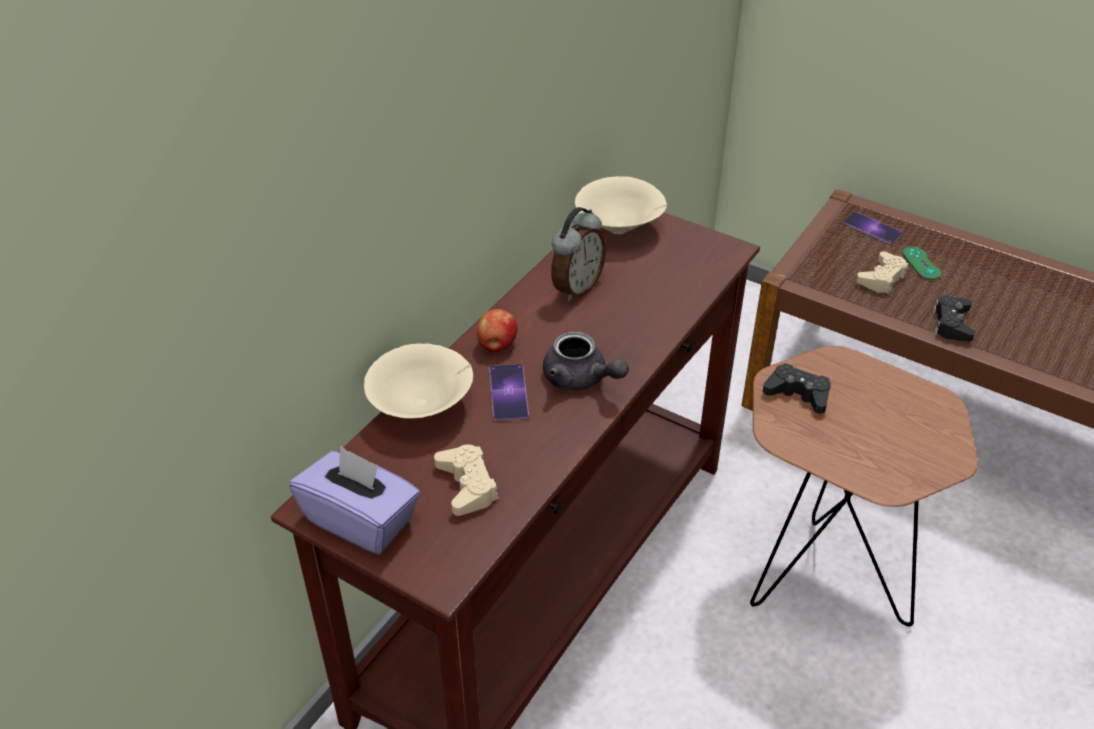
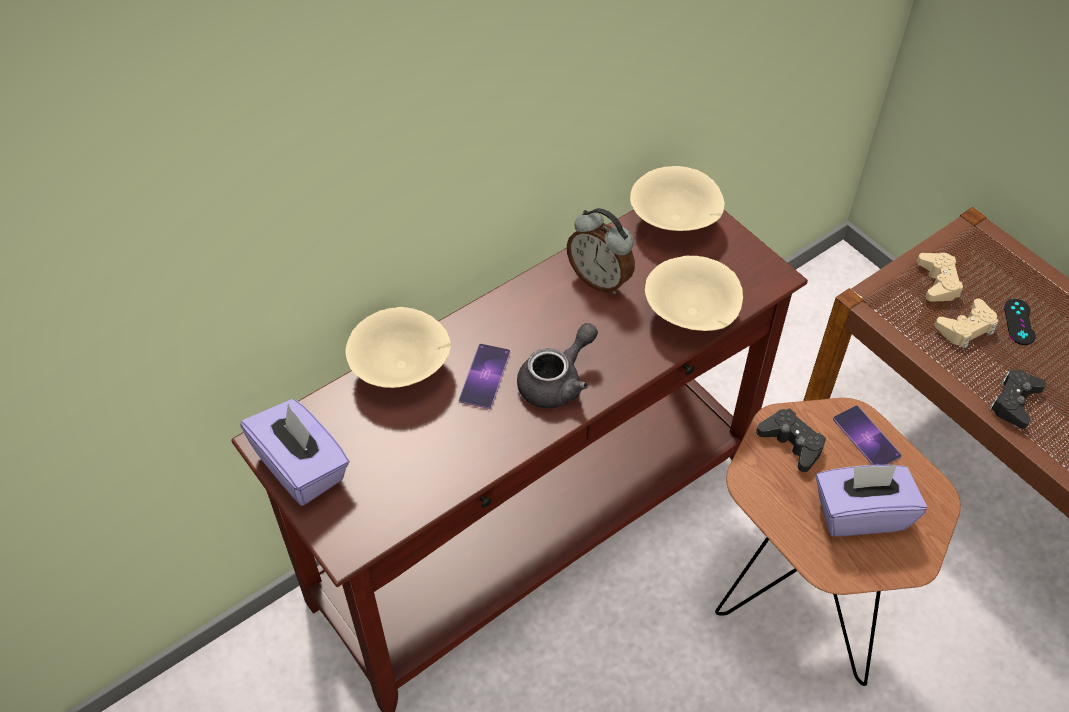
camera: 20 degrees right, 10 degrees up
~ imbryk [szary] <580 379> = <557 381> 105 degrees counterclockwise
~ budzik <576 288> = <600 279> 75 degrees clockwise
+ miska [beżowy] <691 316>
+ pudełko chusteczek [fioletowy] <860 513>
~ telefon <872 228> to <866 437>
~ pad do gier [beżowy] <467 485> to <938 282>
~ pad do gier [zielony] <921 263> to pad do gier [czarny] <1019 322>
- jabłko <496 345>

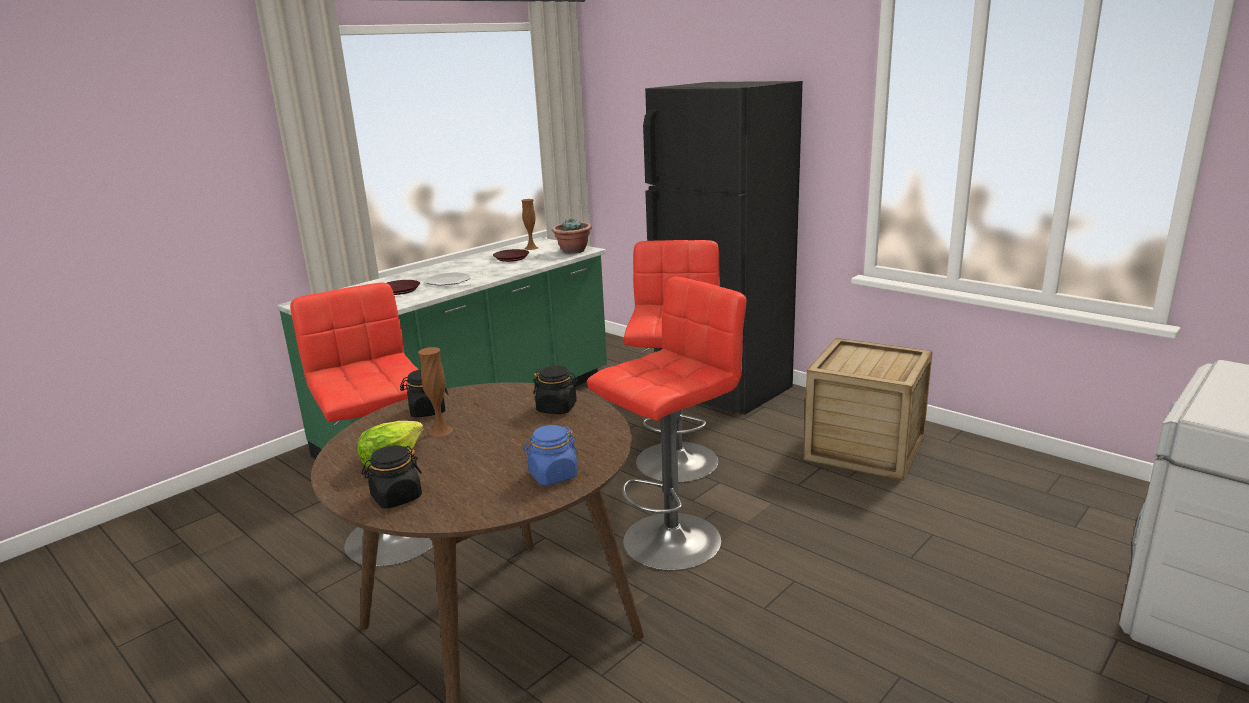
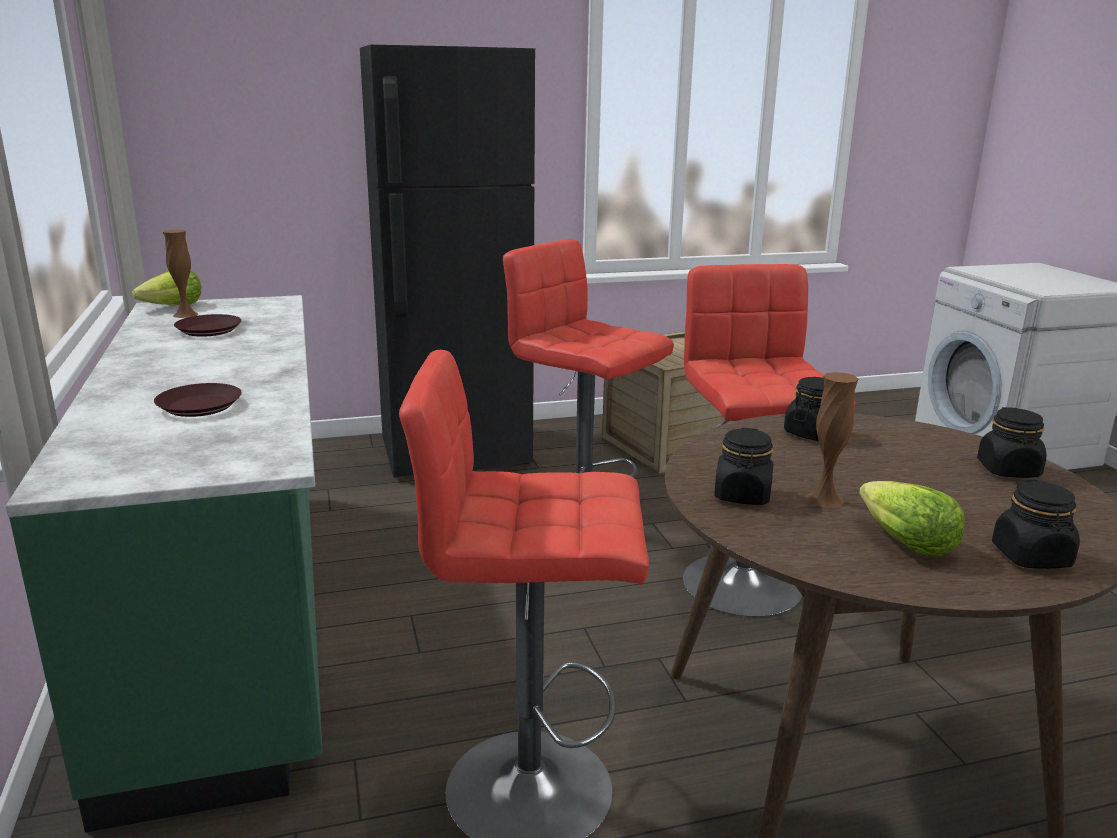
camera: 60 degrees left, 0 degrees up
+ sałata <173 307>
~ słoik [niebieski] <553 475> to słoik [czarny] <1008 470>
- talerz <448 280>
- roślina doniczkowa <573 251>

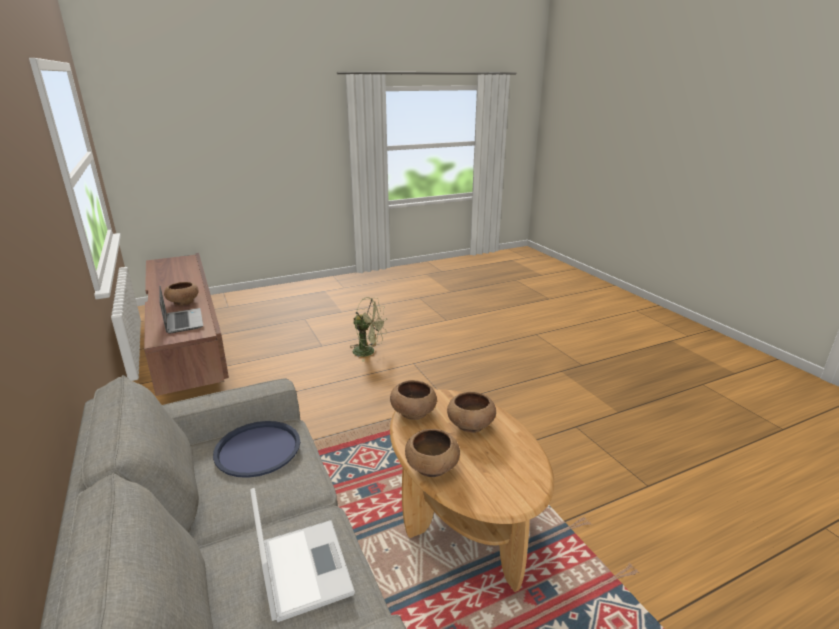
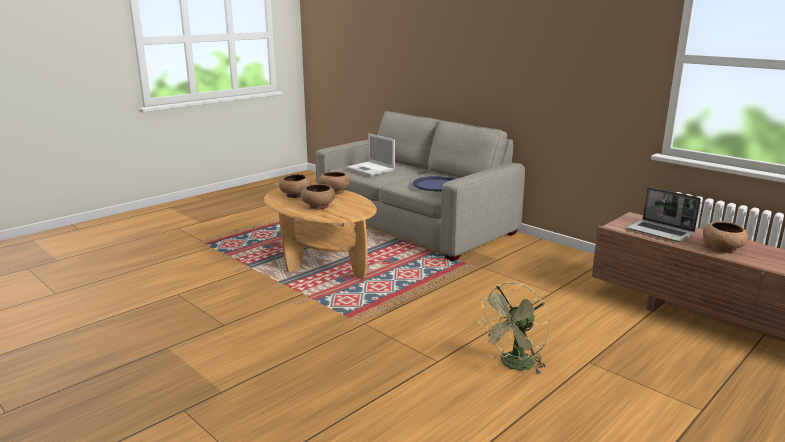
camera: 160 degrees right, 5 degrees down
~ miska [brązowy] <413 412> to <295 195>
~ wentylator [zielony] <368 352> = <514 365> 45 degrees counterclockwise

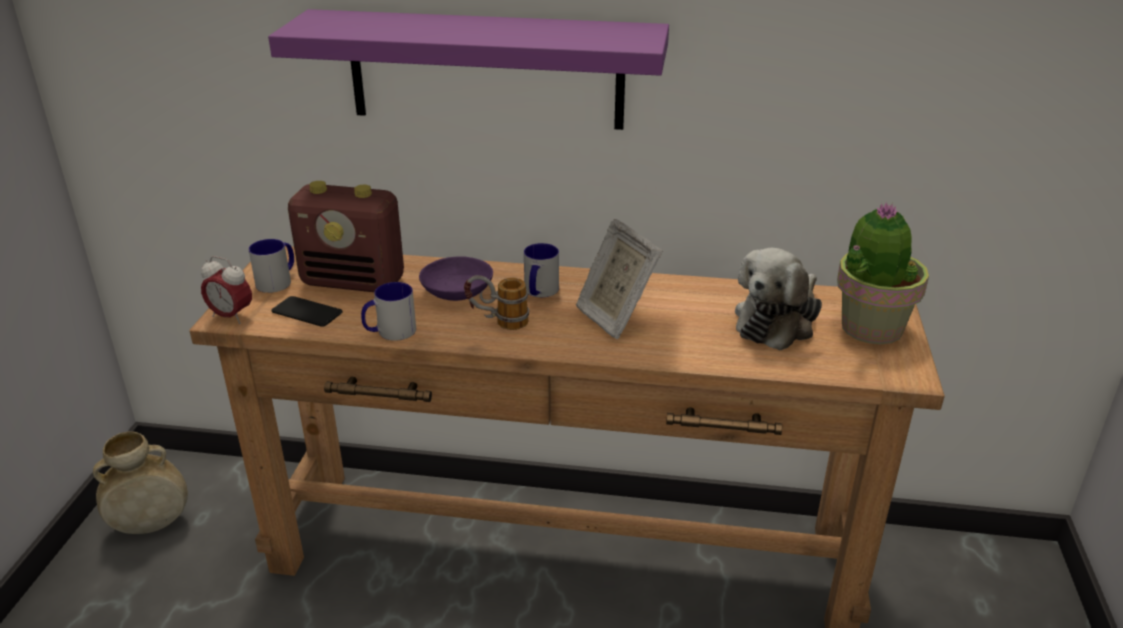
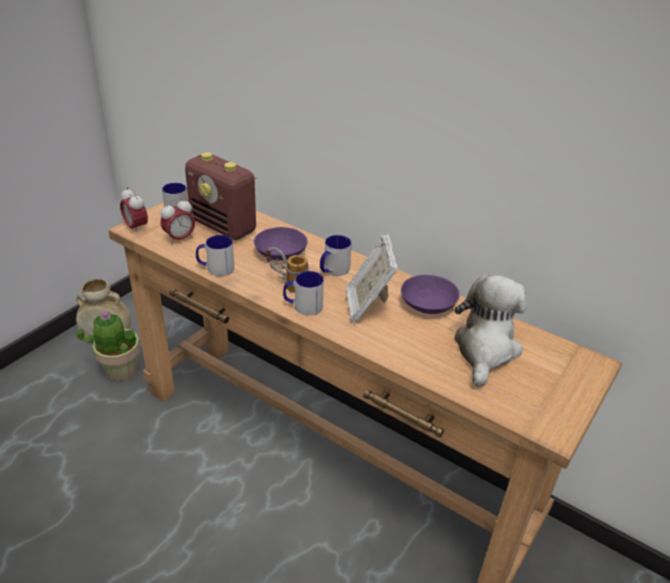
camera: 25 degrees right, 5 degrees up
~ roślina doniczkowa <870 328> to <120 369>
~ telefon <307 312> to budzik <179 239>
+ kubek <303 306>
+ miska [fioletowy] <428 303>
~ pluszak <777 321> = <485 349> 135 degrees clockwise
- półka [fioletowy] <486 70>

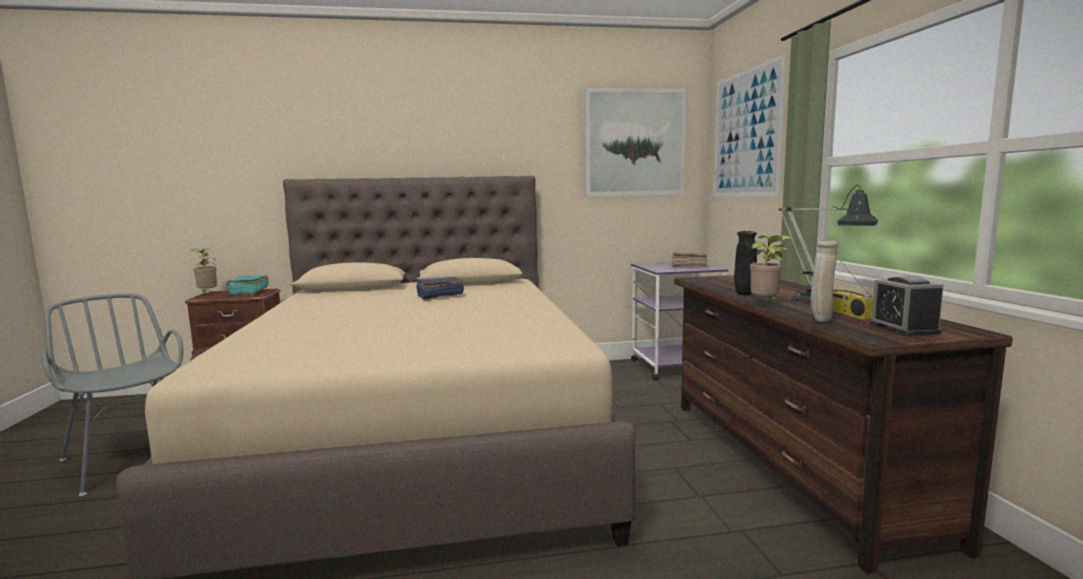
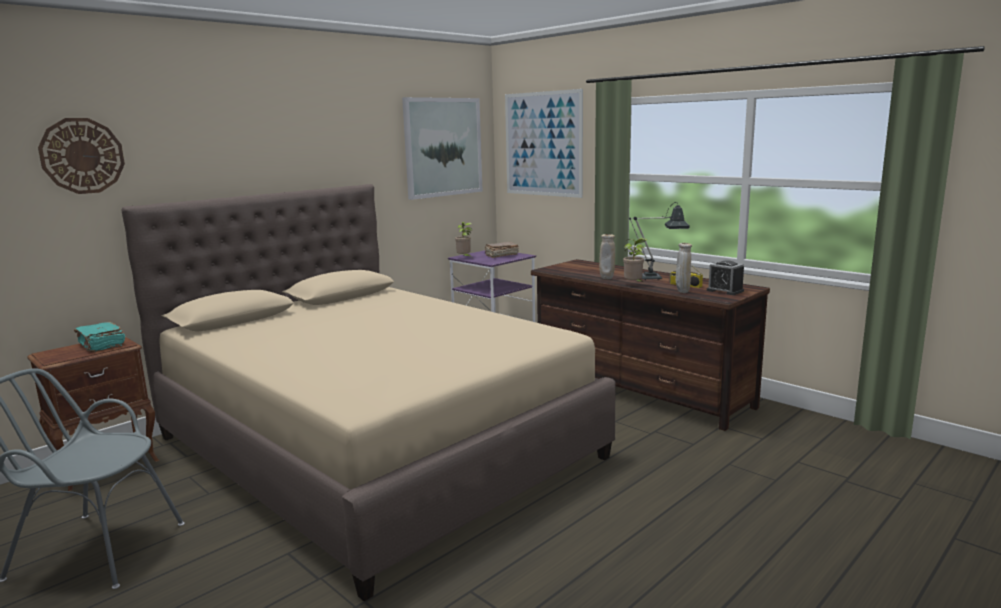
camera: 35 degrees left, 5 degrees up
+ zegar ścienny <82 156>
~ roślina doniczkowa <207 294> to <464 258>
~ wazon [czarny] <744 294> to wazon [beżowy] <607 279>
- książka [niebieski] <439 296>

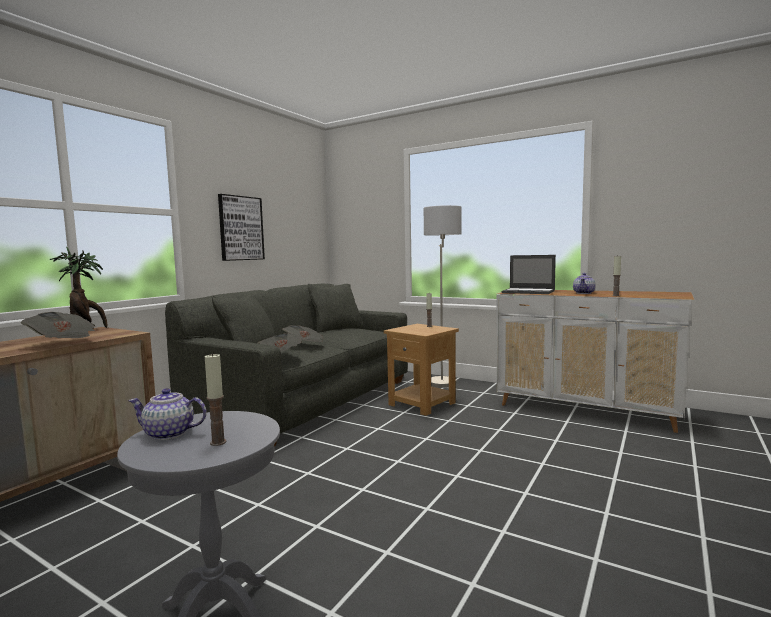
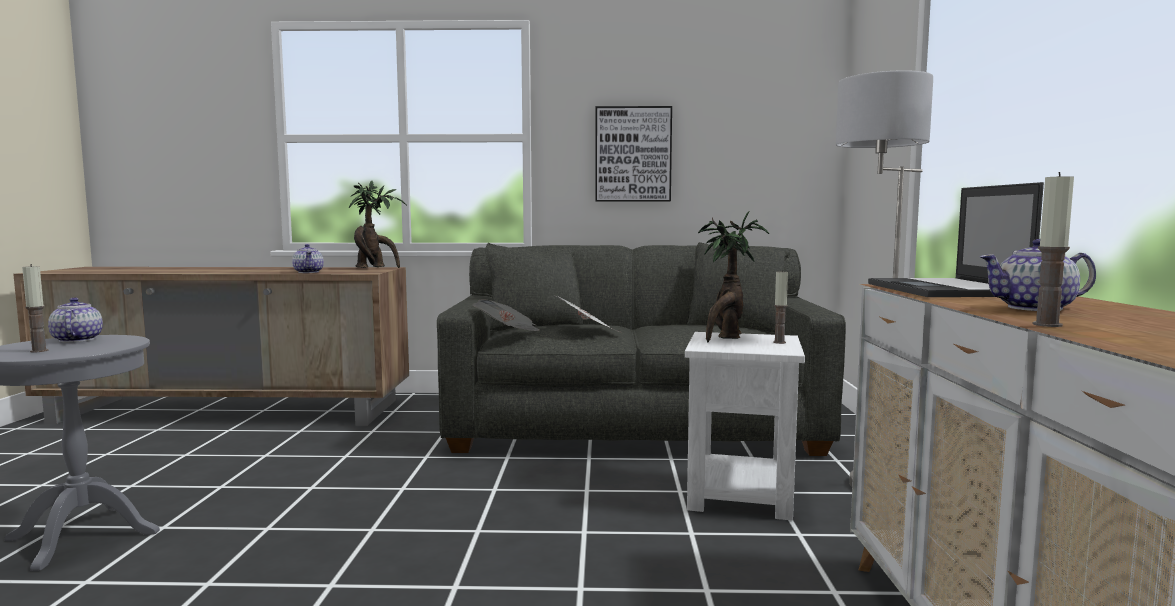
camera: 60 degrees right, 0 degrees up
~ gazeta <64 343> to imbryk <309 272>
~ stolik [brązowy] <422 404> to stolik [biały] <740 496>
+ roślina doniczkowa <726 338>

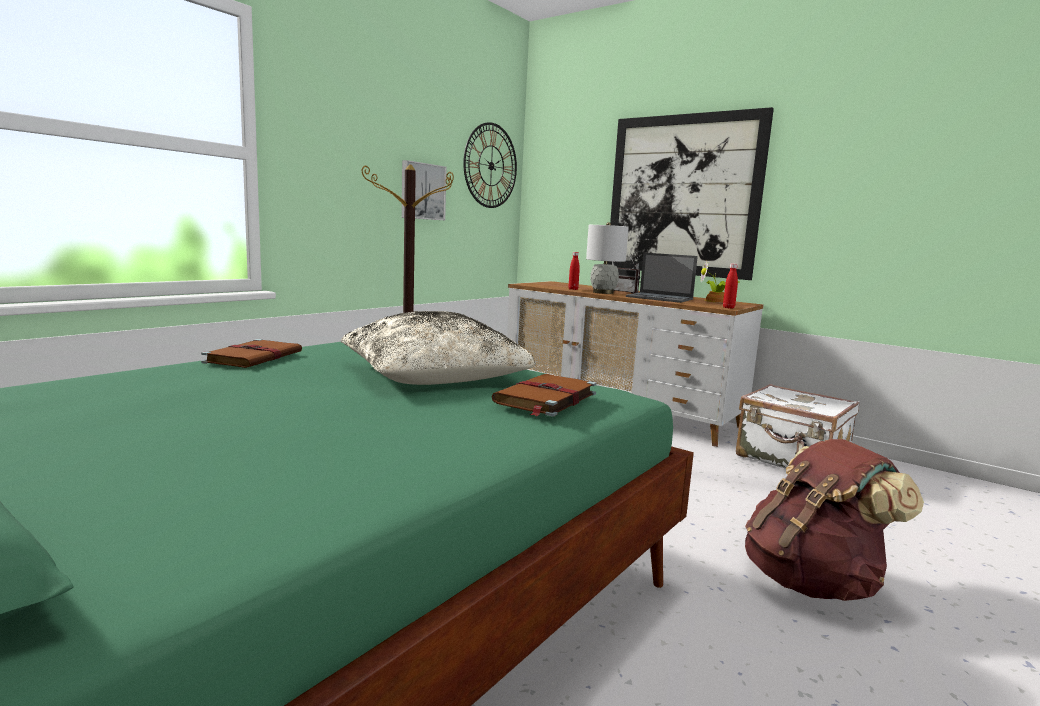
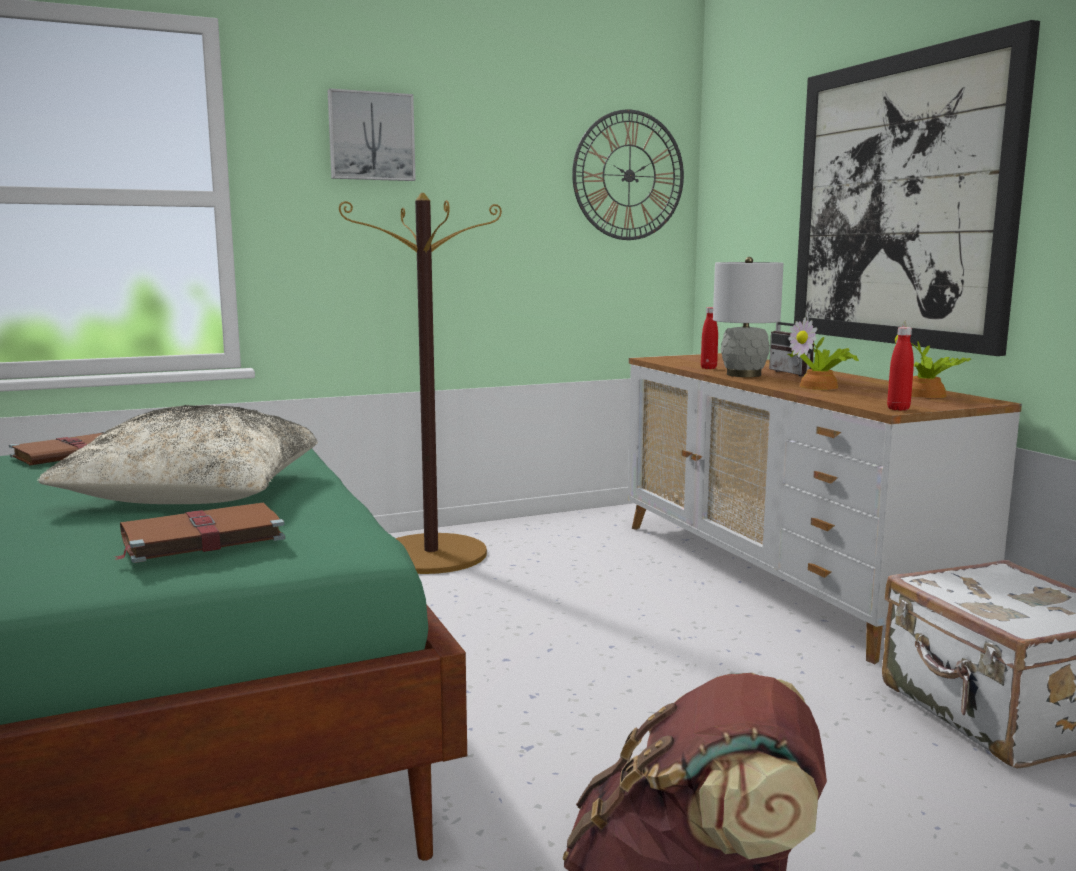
camera: 30 degrees right, 0 degrees up
~ obraz <422 191> to <371 136>
~ laptop <660 298> to roślina doniczkowa <821 387>

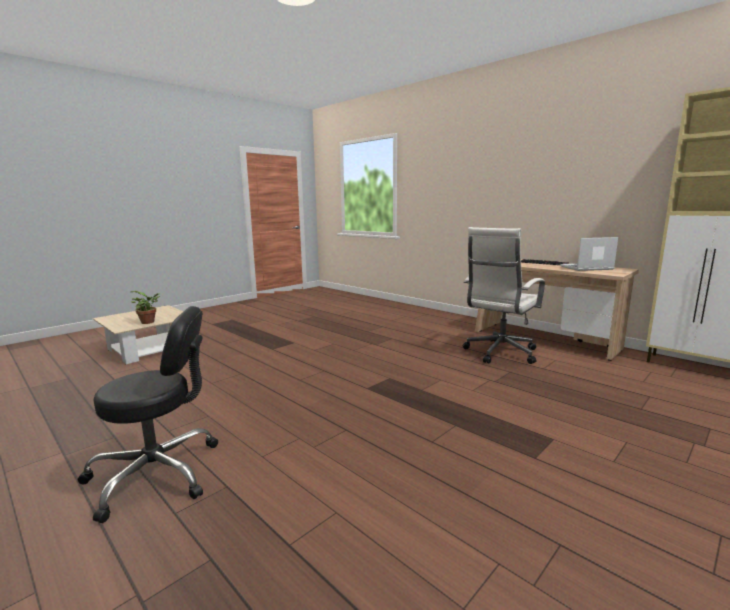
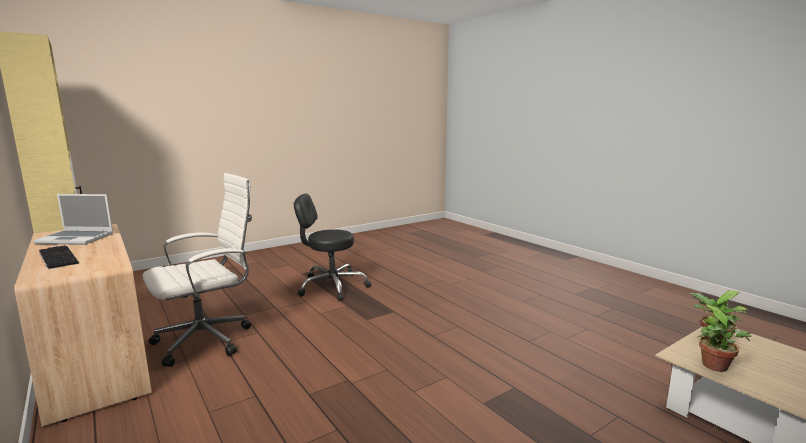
camera: 170 degrees left, 0 degrees up
~ krzesło biurowe [czarny] <162 473> to <329 286>
+ roślina doniczkowa <717 368>

